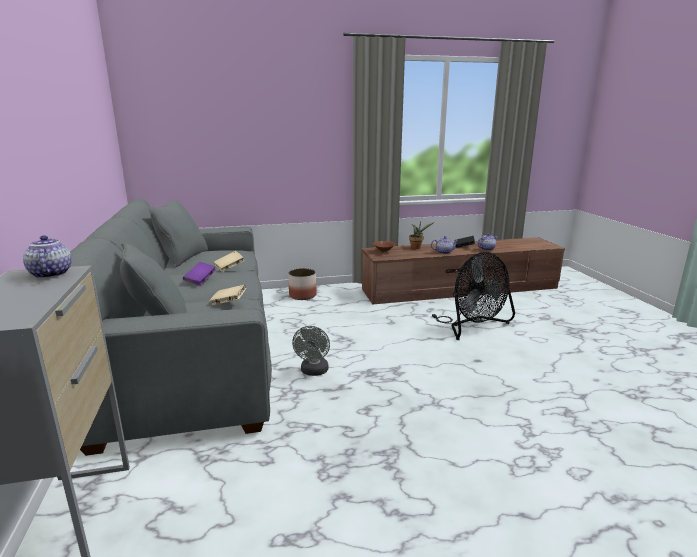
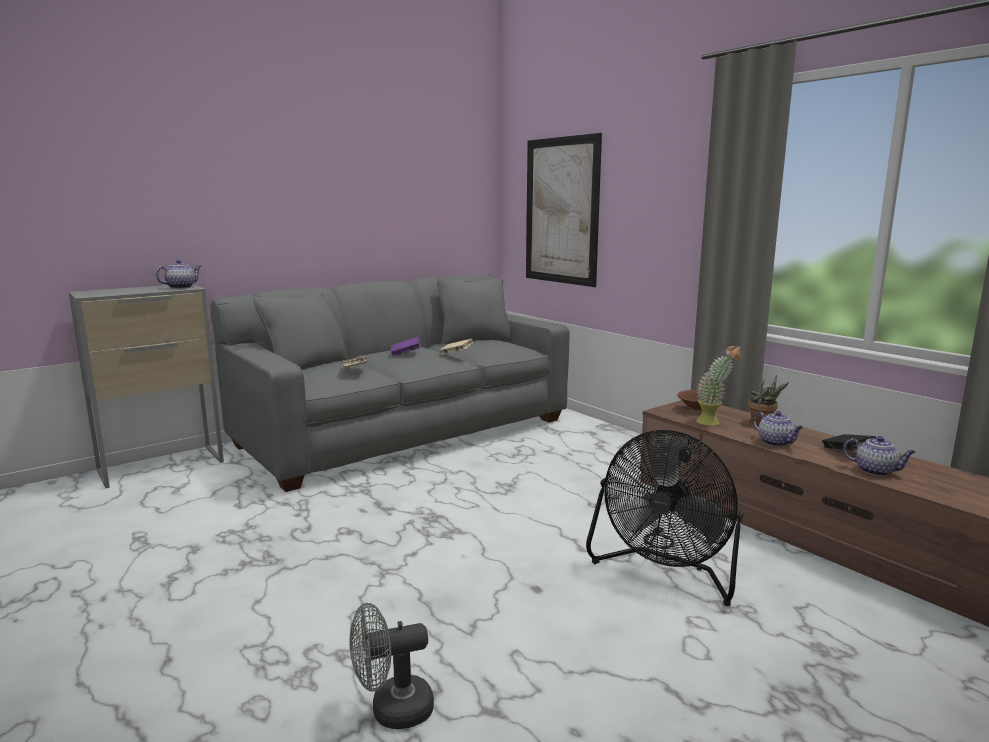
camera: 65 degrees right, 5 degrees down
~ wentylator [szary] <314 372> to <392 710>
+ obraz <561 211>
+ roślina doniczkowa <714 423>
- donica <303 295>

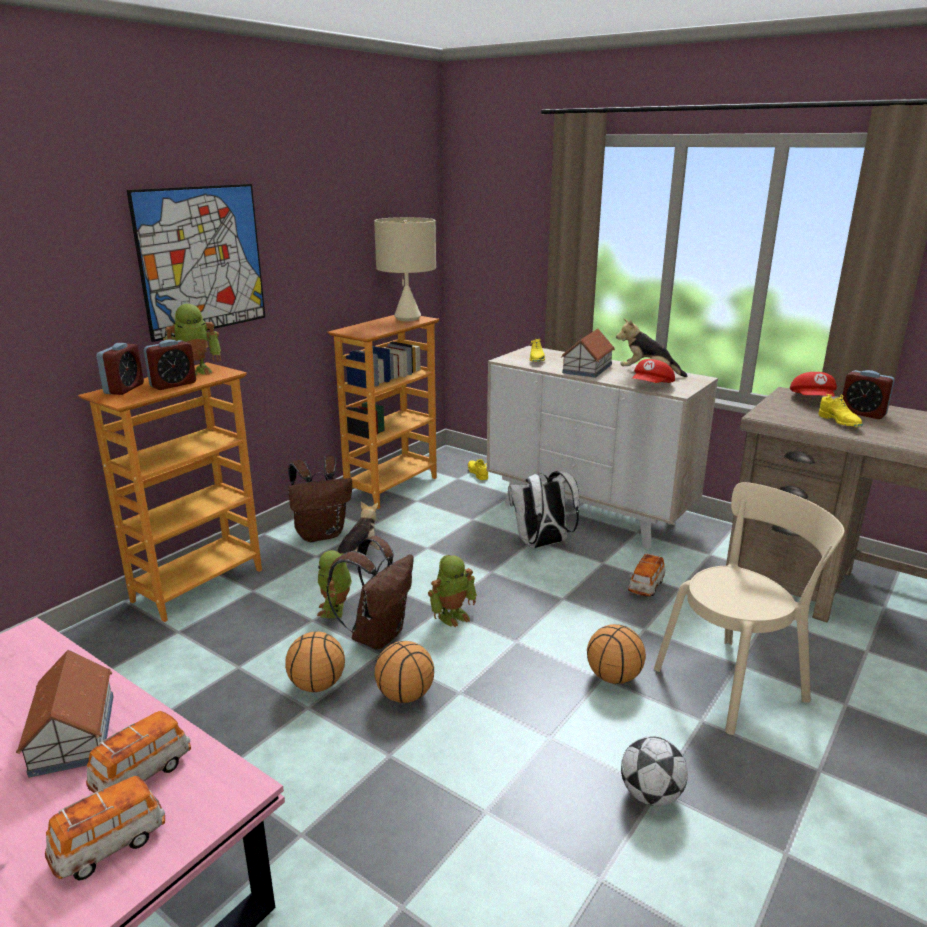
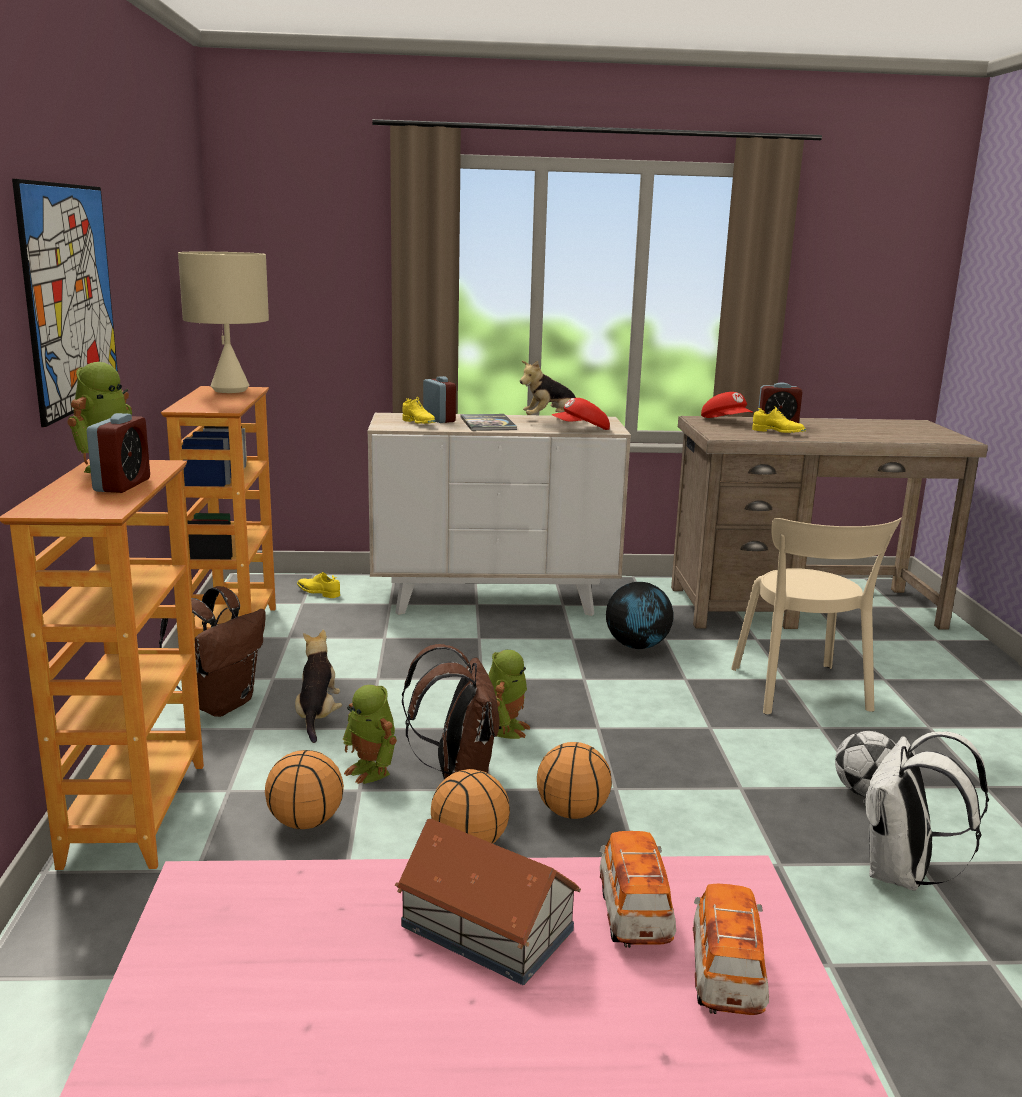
camera: 40 degrees left, 5 degrees down
~ piłka do koszykówki <614 677> to <306 822>
~ budzik <124 389> to <439 419>
~ domek <588 368> to książka <488 424>
~ czapka z daszkiem [czerwony] <652 386> = <581 430> 75 degrees clockwise
~ samochodzik <646 587> to globus <637 646>
~ krzesło [beżowy] <735 682> = <802 692> 150 degrees clockwise
~ plecak [biały] <542 544> to <902 875>

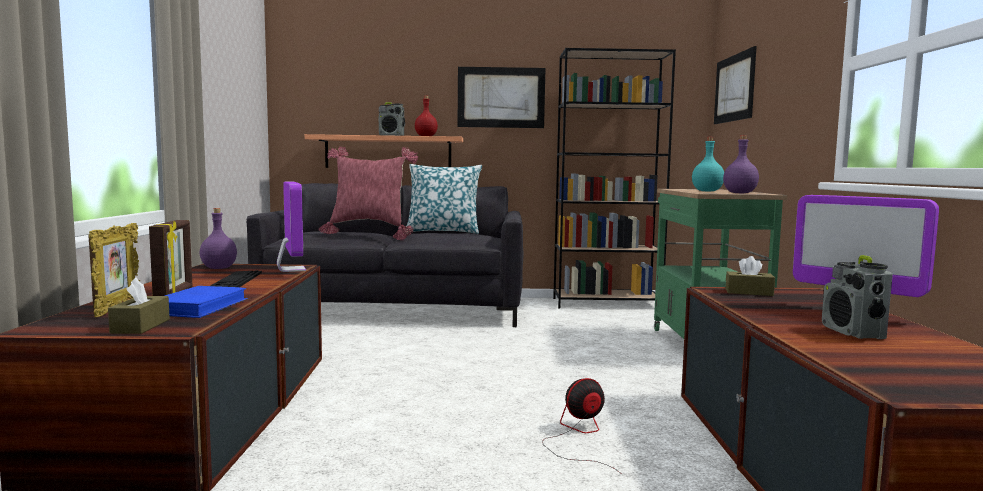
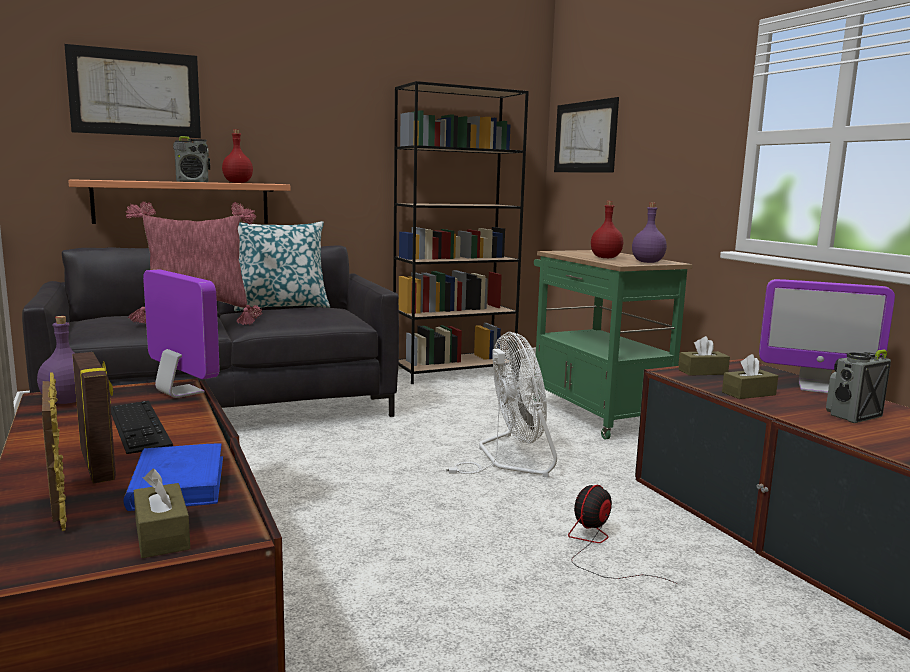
camera: 25 degrees left, 5 degrees up
~ obraz <501 97> to <135 93>
+ wentylator [biały] <505 458>
~ butelka [turkusowy] <706 191> to butelka [czerwony] <605 258>
+ pudełko chusteczek [brązowy] <748 393>
~ radio <853 333> = <852 416> 90 degrees clockwise

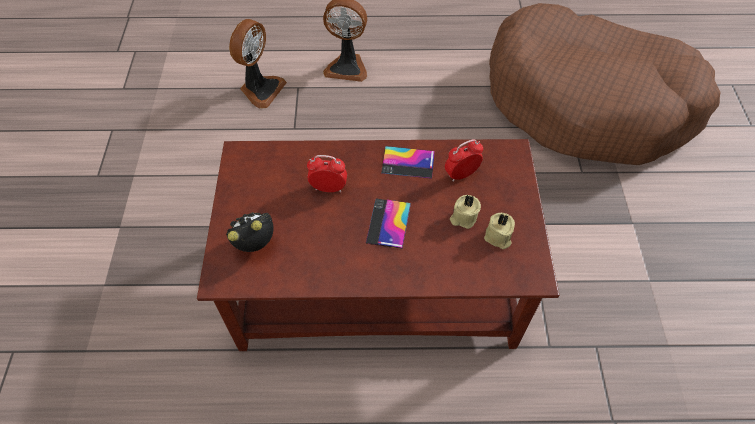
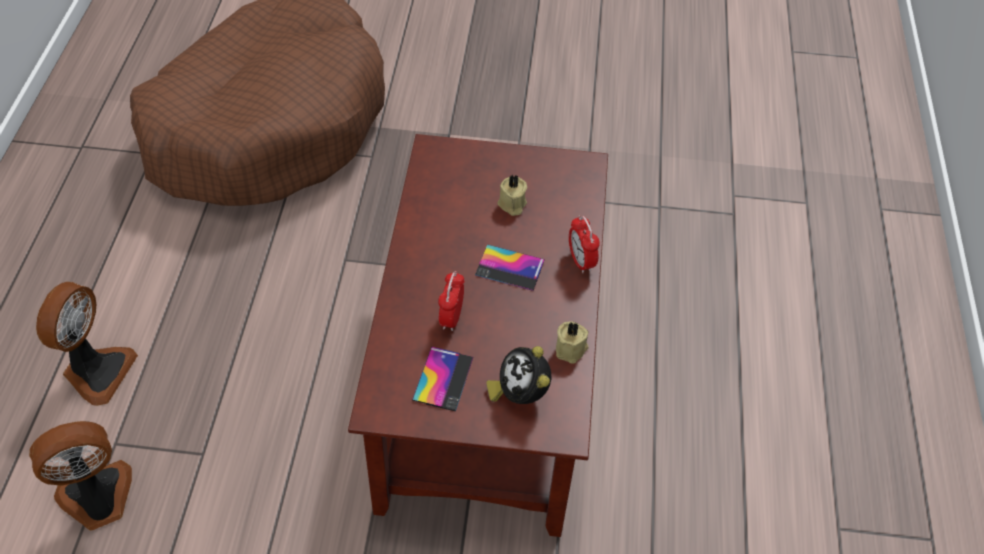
camera: 85 degrees left, 5 degrees down
~ wentylator <260 89> = <98 499> 60 degrees counterclockwise
~ telefon <408 162> to <443 379>
~ świeca [beżowy] <498 237> to <571 349>
~ budzik <461 174> to <581 261>

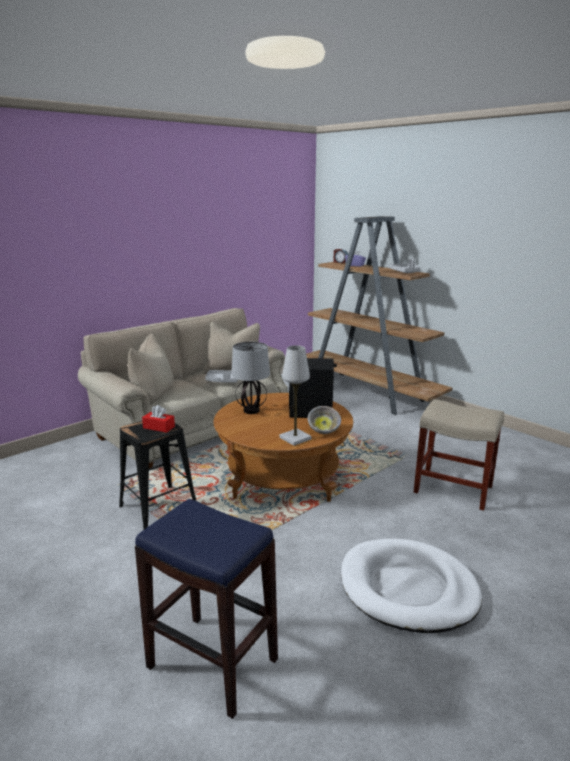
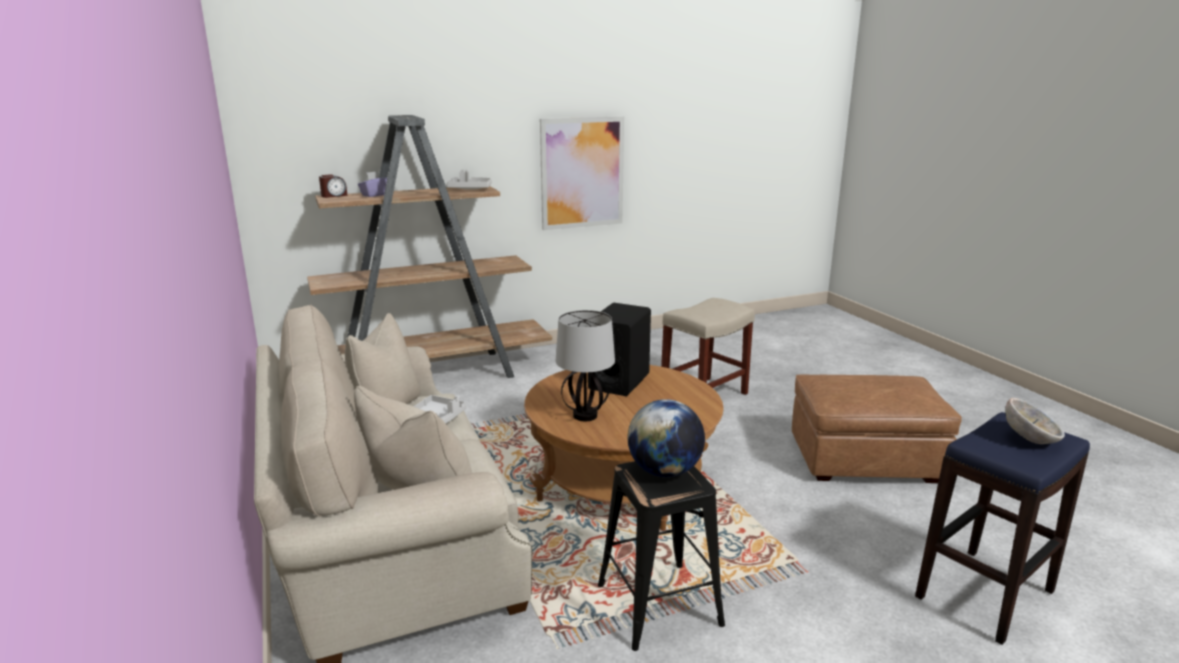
camera: 70 degrees left, 0 degrees up
+ obraz <582 173>
~ pudełko chusteczek [czerwony] <159 427> to globus <664 471>
~ legowisko [biały] <408 589> to pufa [brązowy] <864 460>
~ miska <324 431> to <1030 439>
- lampa stołowa [biały] <295 438>

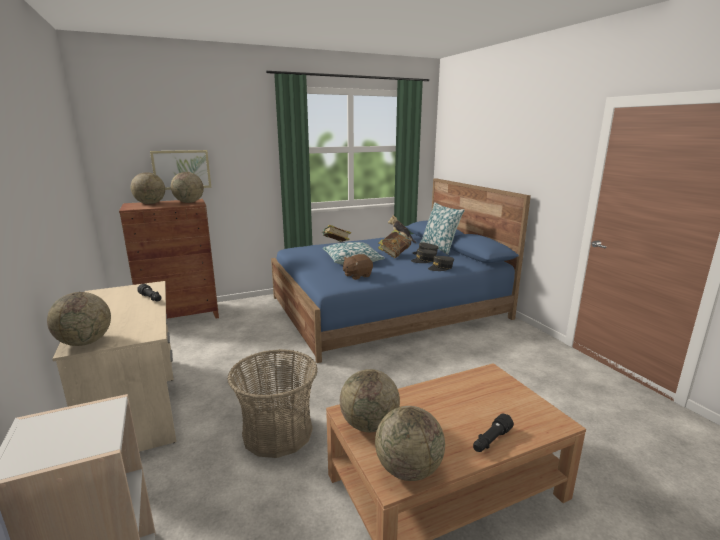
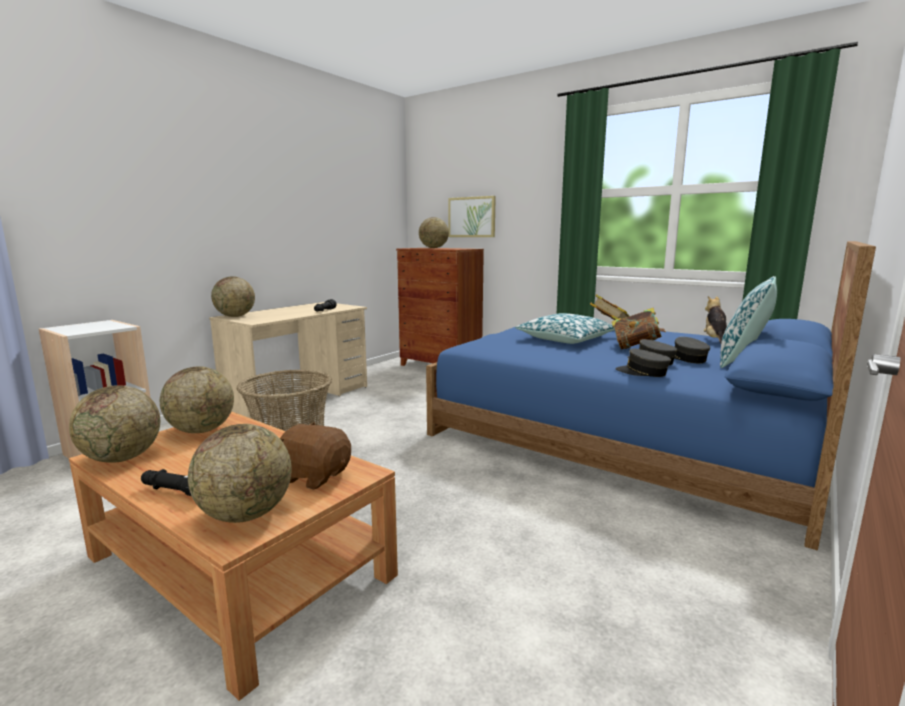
camera: 60 degrees right, 5 degrees down
~ globus <189 202> to <246 514>
~ pluszak [brązowy] <357 276> to <314 476>

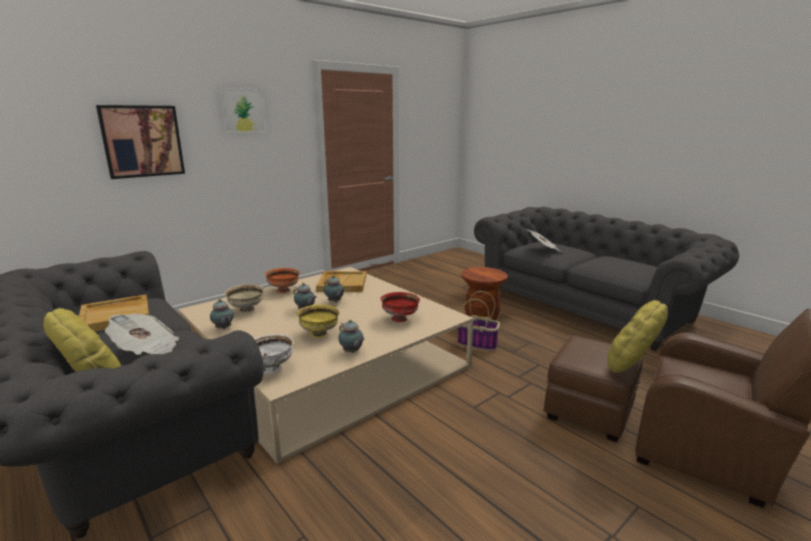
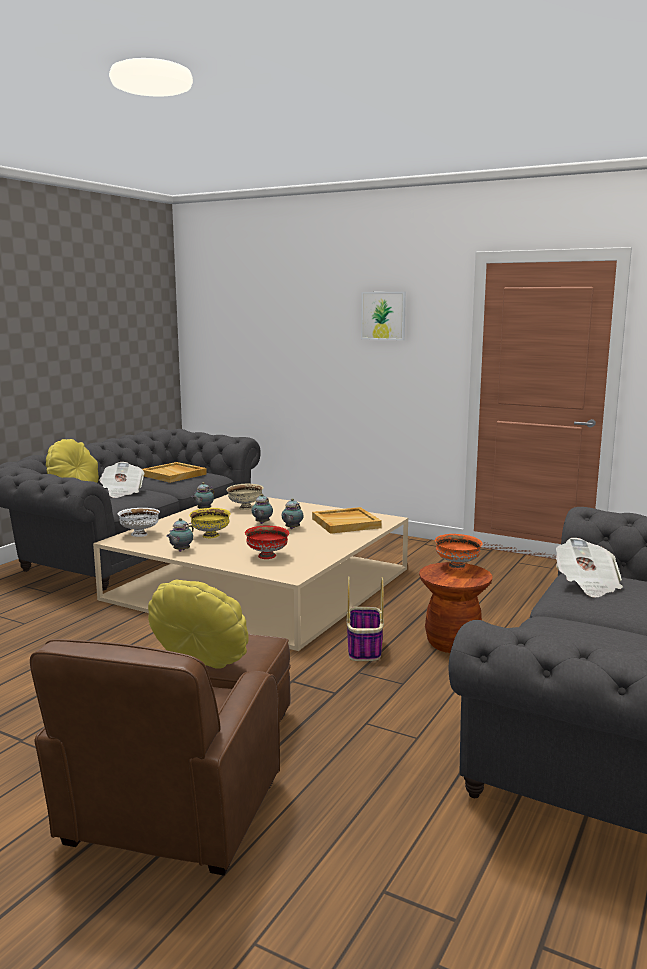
camera: 70 degrees right, 5 degrees down
~ miska [pomarańczowy] <284 290> to <457 567>
- obraz <142 141>

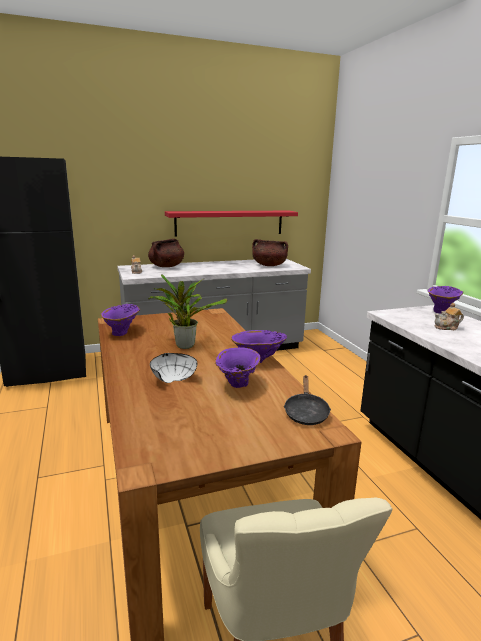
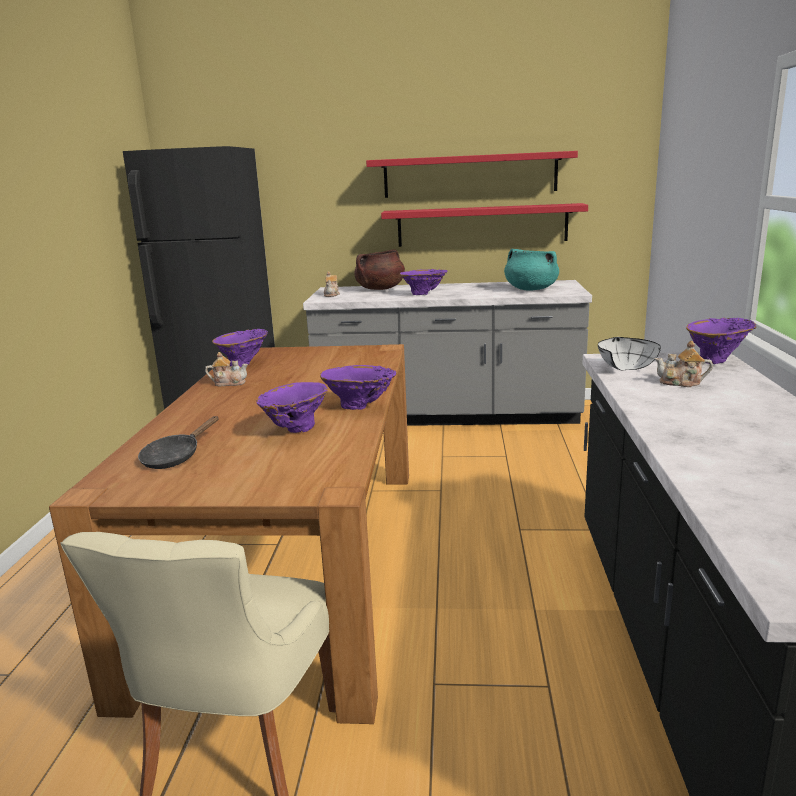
camera: 25 degrees right, 0 degrees up
~ patelnia [czarny] <306 412> to <175 457>
+ imbryk <229 383>
+ półka [czerwony] <469 175>
+ wazon [fioletowy] <424 294>
~ garnek [brązowy] <269 265> to garnek [turkusowy] <530 289>
~ miska [biały] <171 378> to <623 368>
- roślina doniczkowa <183 345>

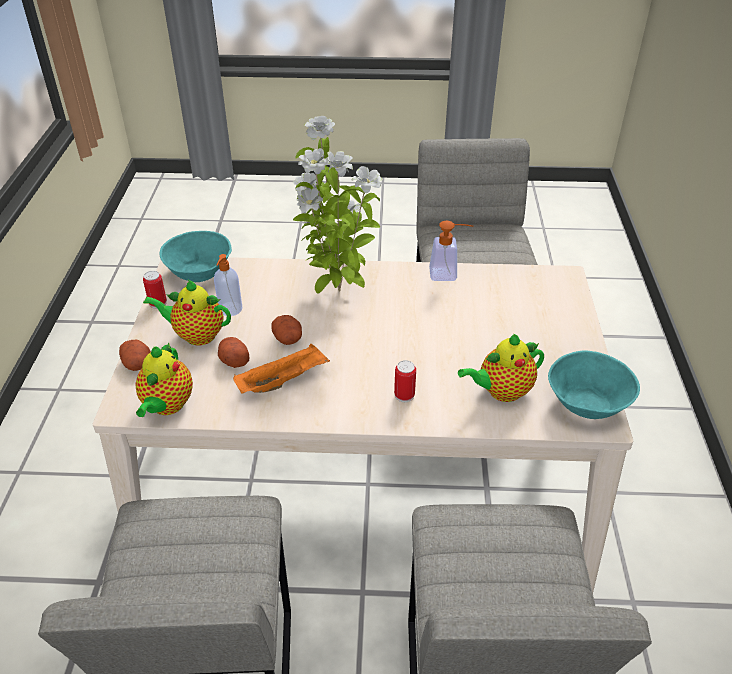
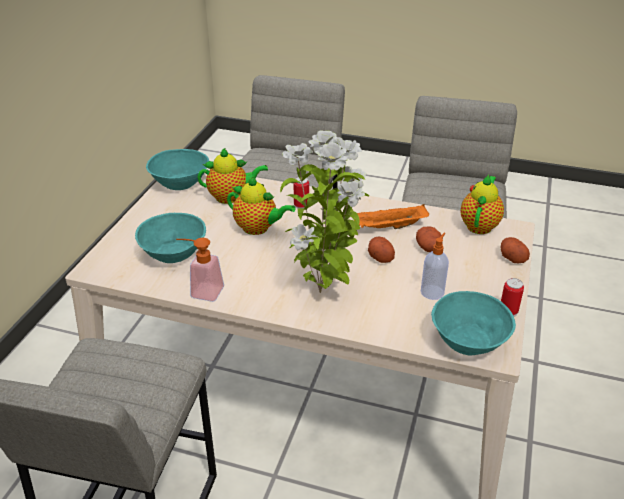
camera: 165 degrees left, 5 degrees down
+ miska [turkusowy] <174 253>
~ imbryk <196 335> to <258 228>

